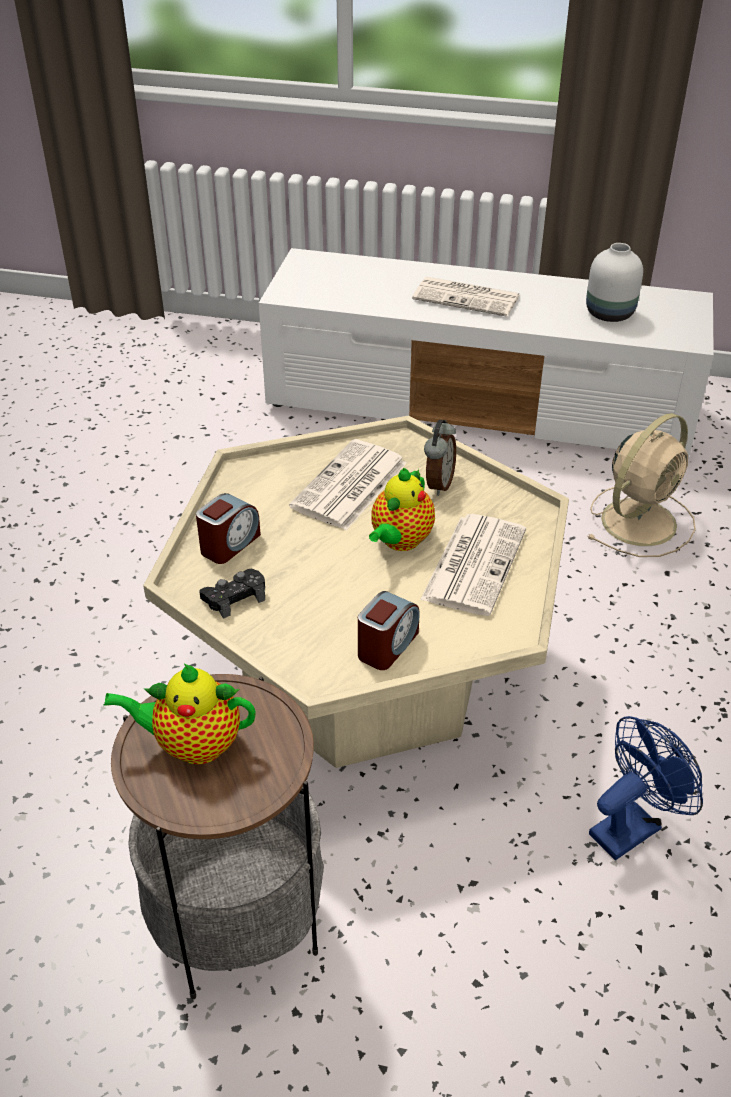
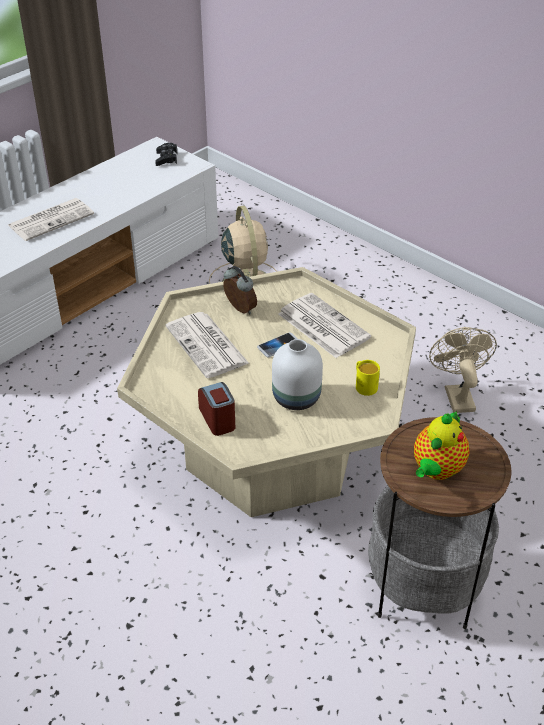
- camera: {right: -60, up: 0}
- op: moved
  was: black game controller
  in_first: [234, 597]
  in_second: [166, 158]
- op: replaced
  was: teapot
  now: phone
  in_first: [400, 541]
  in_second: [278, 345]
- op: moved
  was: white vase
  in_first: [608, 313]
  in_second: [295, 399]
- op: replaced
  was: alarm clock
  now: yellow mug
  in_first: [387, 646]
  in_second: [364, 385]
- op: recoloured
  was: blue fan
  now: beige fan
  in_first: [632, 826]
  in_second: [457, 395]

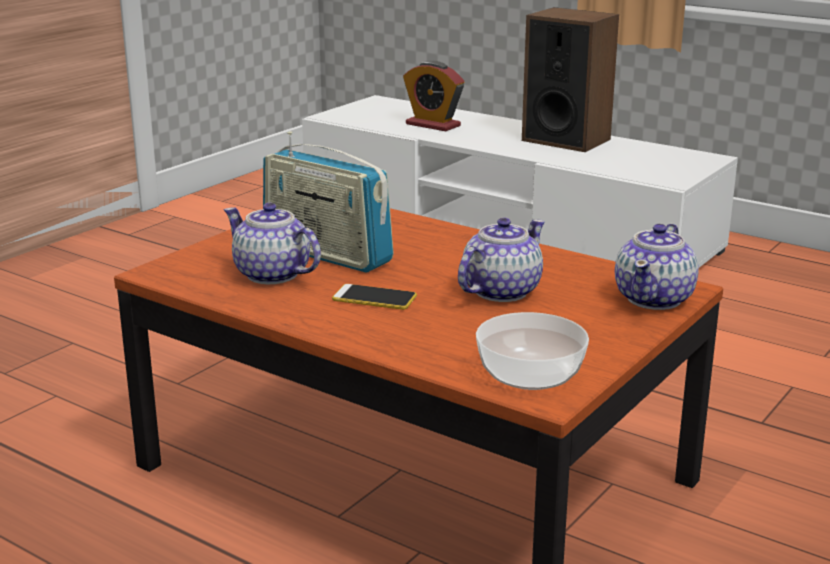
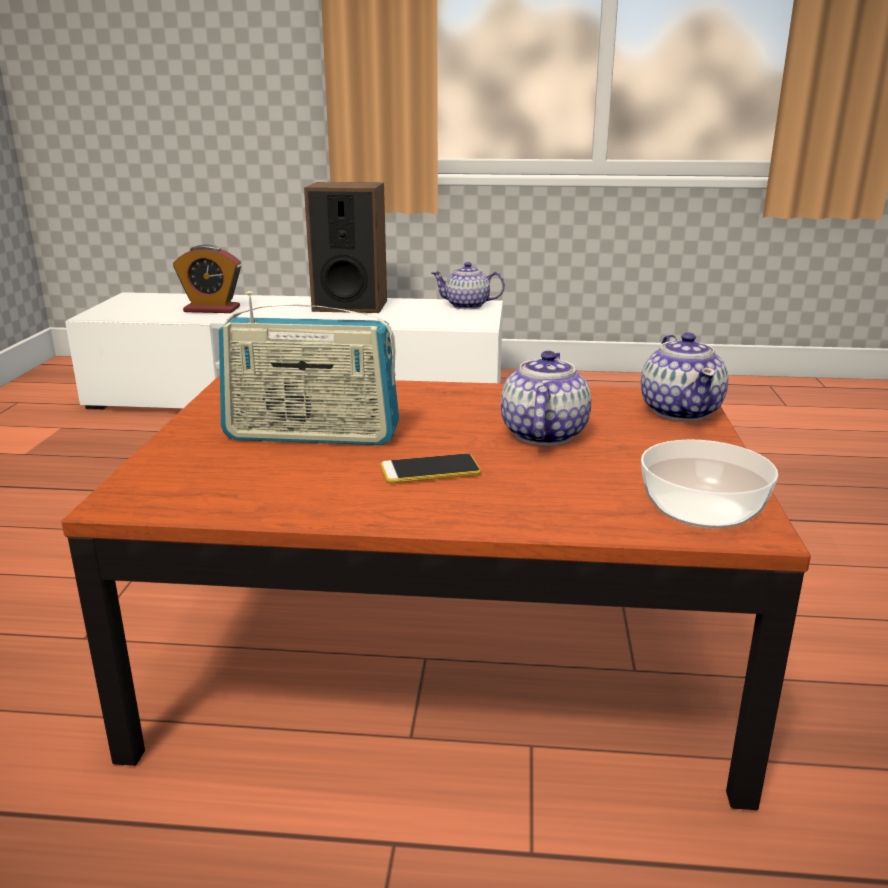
- camera: {right: -30, up: 0}
- op: moved
  was: teapot
  in_first: [272, 275]
  in_second: [467, 306]

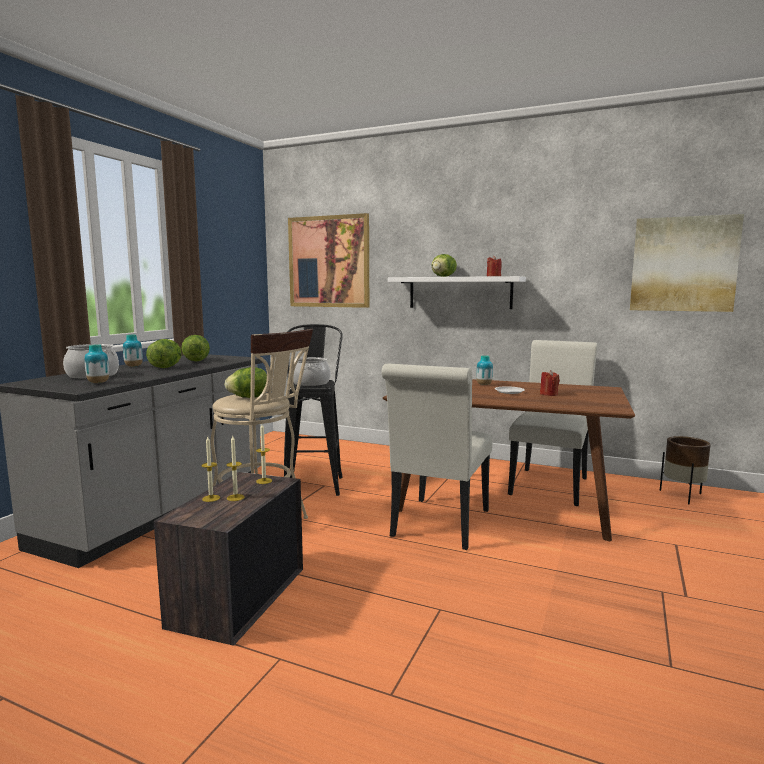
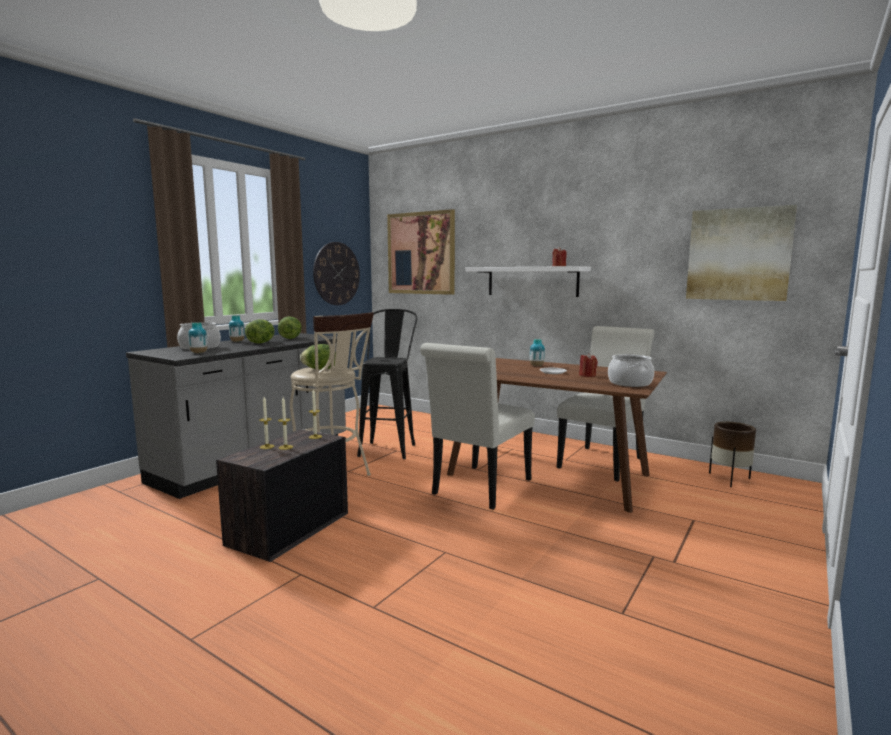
- camera: {right: 10, up: 0}
- op: added
  now: wall clock
  in_second: [336, 273]
- op: moved
  was: cooking pot
  in_first: [311, 383]
  in_second: [630, 383]
- op: removed
  was: lettuce
  in_first: [443, 276]

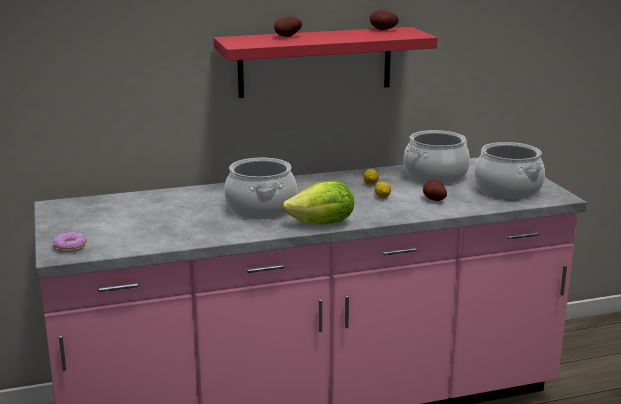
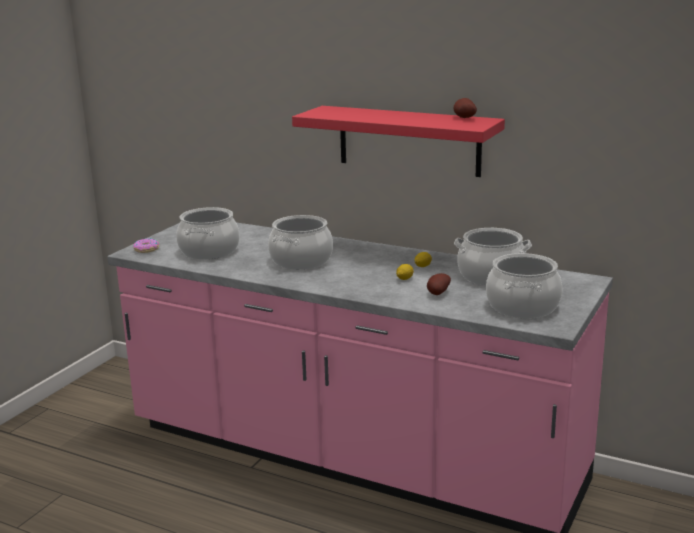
- camera: {right: 45, up: 0}
- op: added
  now: cooking pot
  in_second: [209, 251]
- op: removed
  was: potato
  in_first: [286, 37]
- op: removed
  was: lettuce
  in_first: [322, 224]

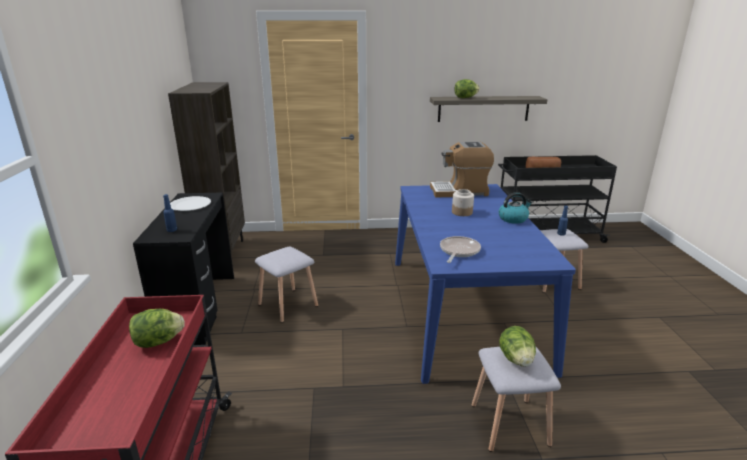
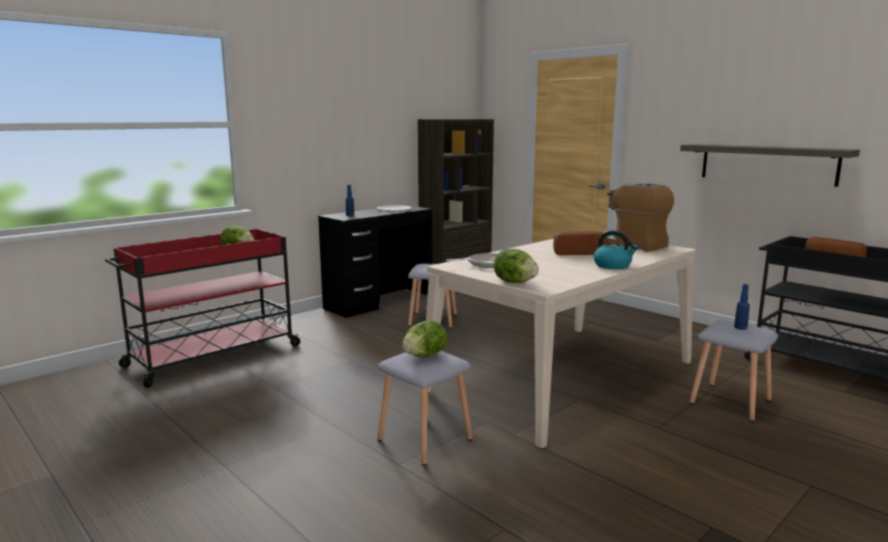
- camera: {right: 50, up: -10}
- op: recoloured
  was: blue dining table
  now: beige dining table
  in_first: [463, 309]
  in_second: [563, 376]
- op: moved
  was: lettuce
  in_first: [465, 98]
  in_second: [514, 282]
- op: replaced
  was: jar
  now: bread
  in_first: [462, 212]
  in_second: [577, 252]

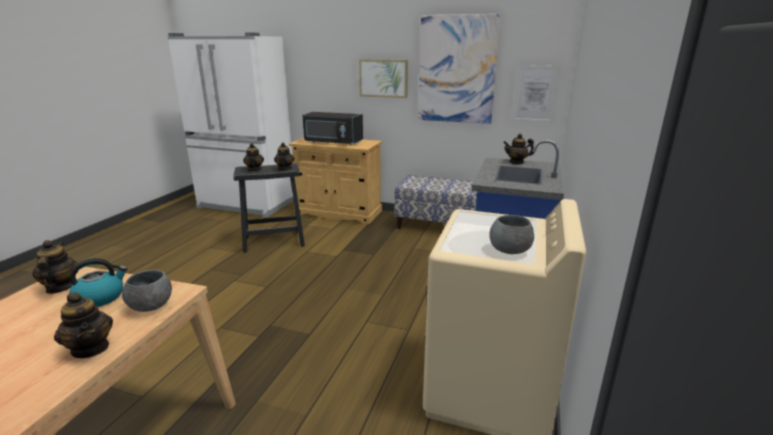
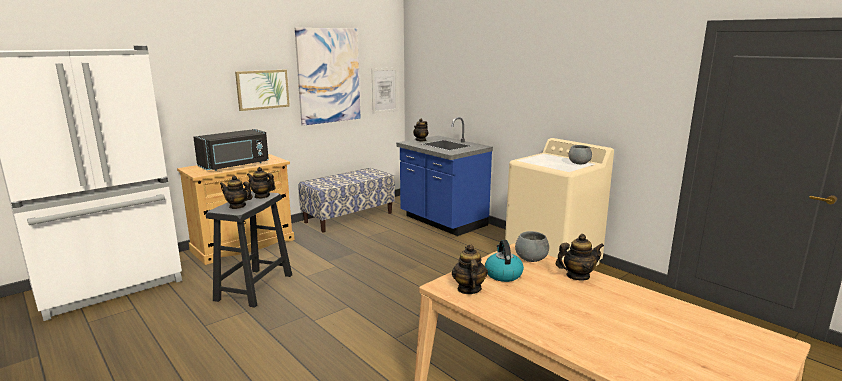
- camera: {right: -60, up: -5}
- op: turned
  was: teapot
  in_first: [60, 287]
  in_second: [468, 289]
  clockwise: 75

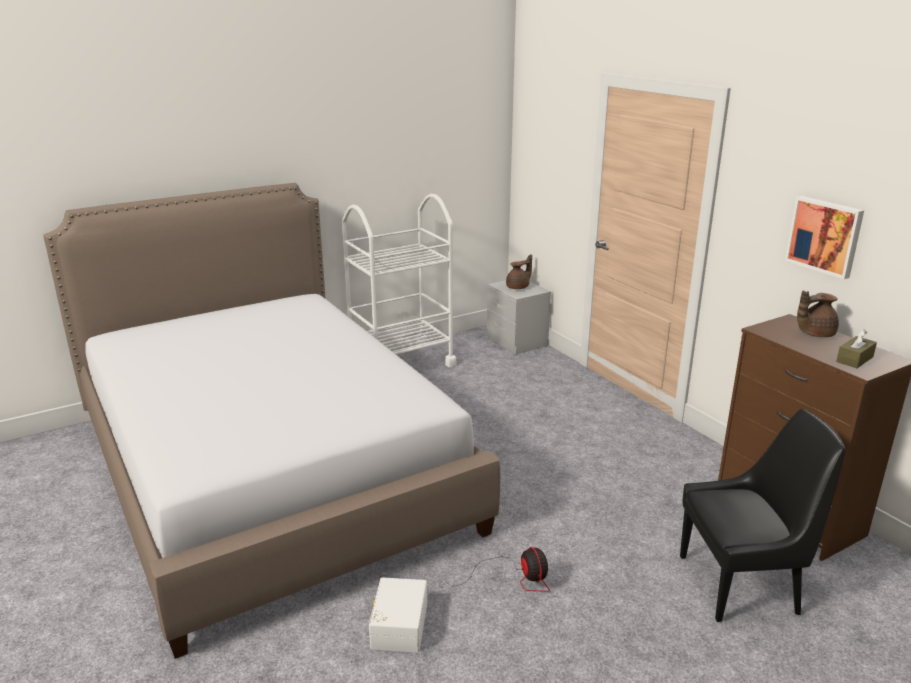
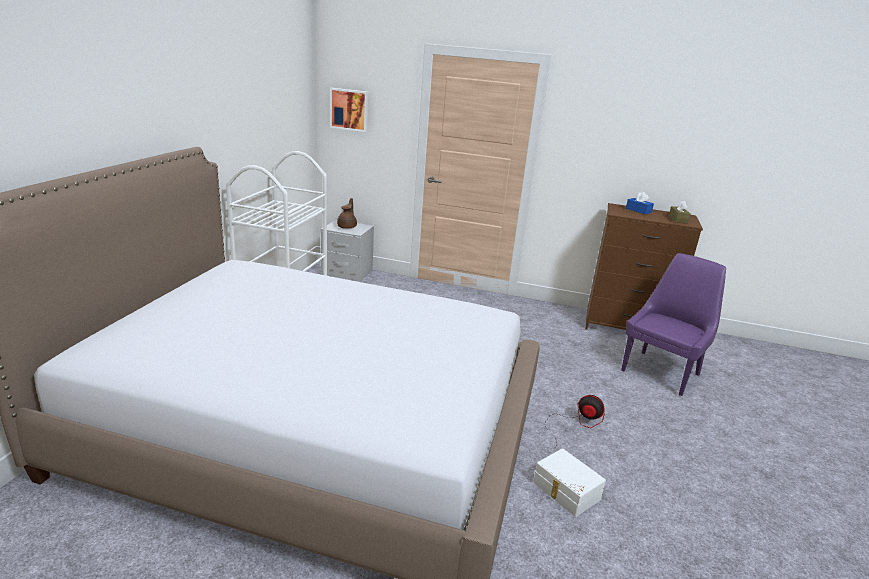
- camera: {right: -45, up: 0}
- op: moved
  was: picture
  in_first: [825, 236]
  in_second: [349, 109]
- op: recoloured
  was: black chair
  now: purple chair
  in_first: [742, 584]
  in_second: [661, 371]
- op: replaced
  was: brown teapot
  now: blue tissue box
  in_first: [814, 333]
  in_second: [638, 210]

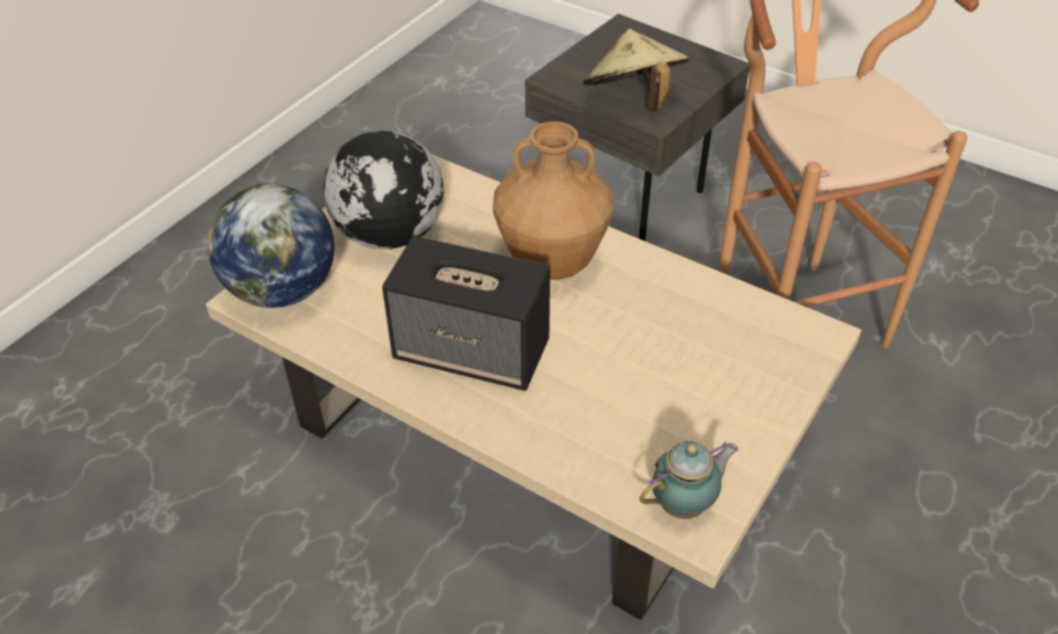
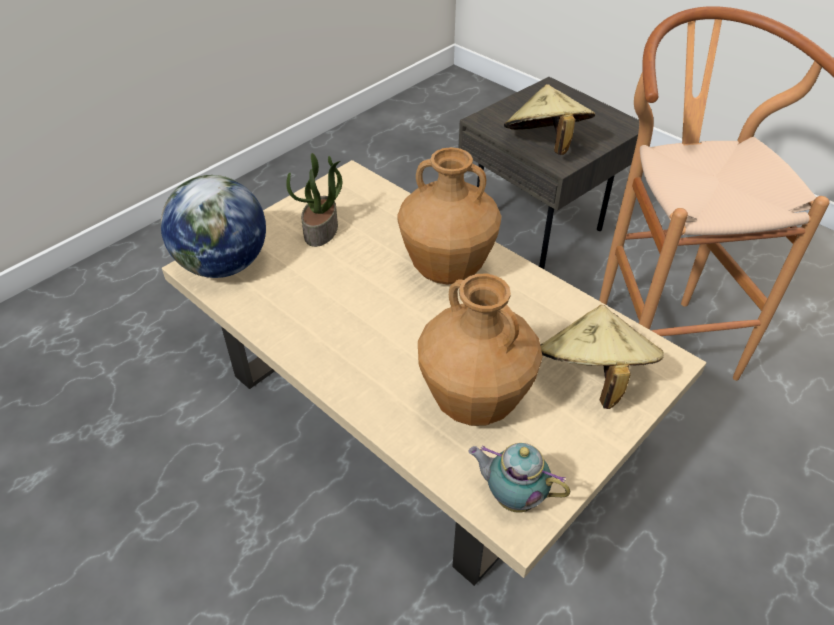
- camera: {right: 10, up: 0}
- op: replaced
  was: globe
  now: potted plant
  in_first: [390, 235]
  in_second: [321, 231]
- op: added
  now: brown vase
  in_second: [473, 402]
- op: turned
  was: teapot
  in_first: [685, 504]
  in_second: [512, 496]
  clockwise: -135
- op: added
  now: beige hat
  in_second: [592, 377]
- op: removed
  was: speaker
  in_first: [473, 351]

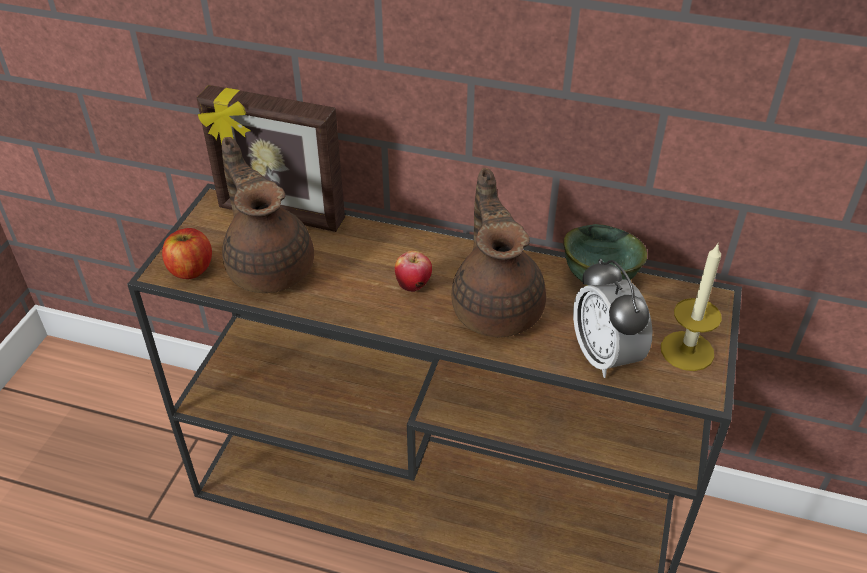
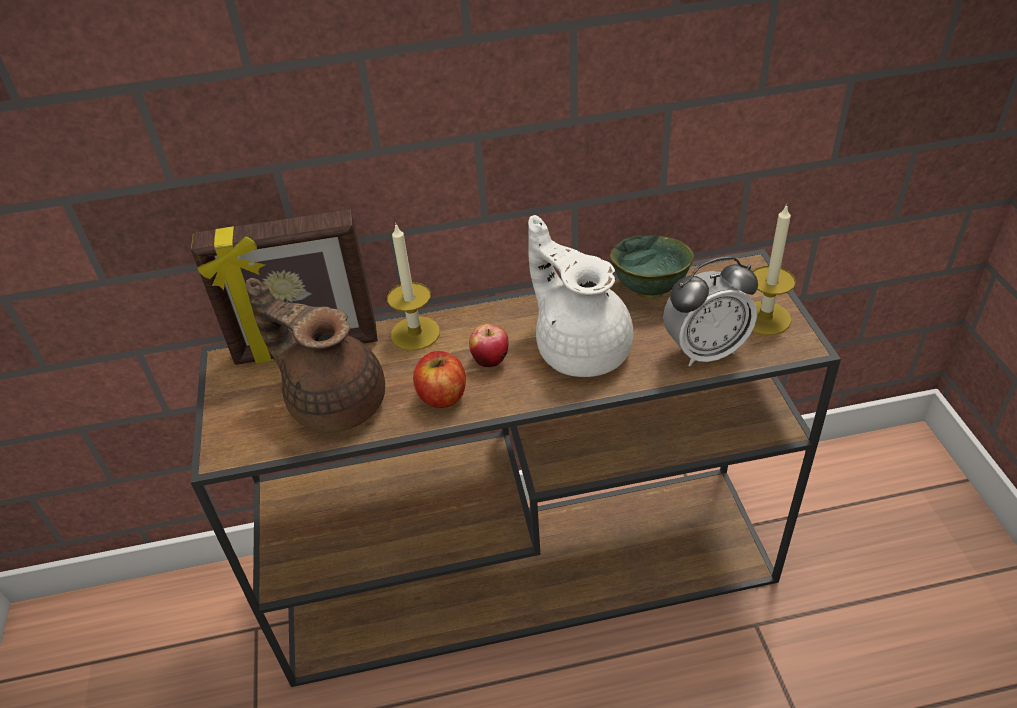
- camera: {right: -25, up: 0}
- op: added
  now: candle
  in_second: [415, 333]
- op: moved
  was: apple
  in_first: [191, 269]
  in_second: [442, 396]
- op: recoloured
  was: brown teapot
  now: white teapot
  in_first: [497, 307]
  in_second: [580, 348]
- op: turned
  was: alarm clock
  in_first: [605, 356]
  in_second: [705, 351]
  clockwise: -60

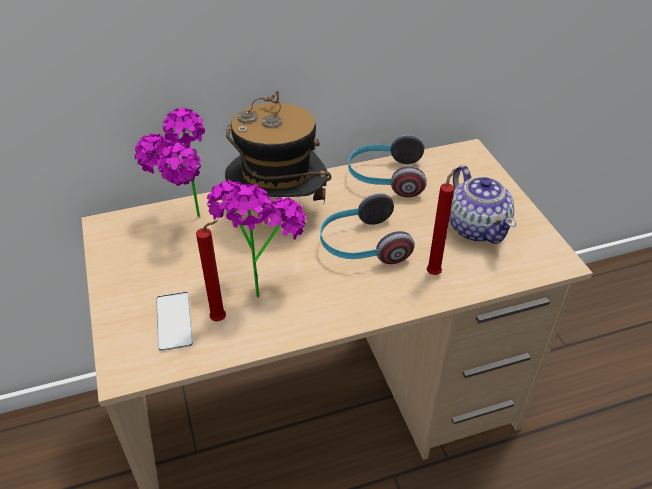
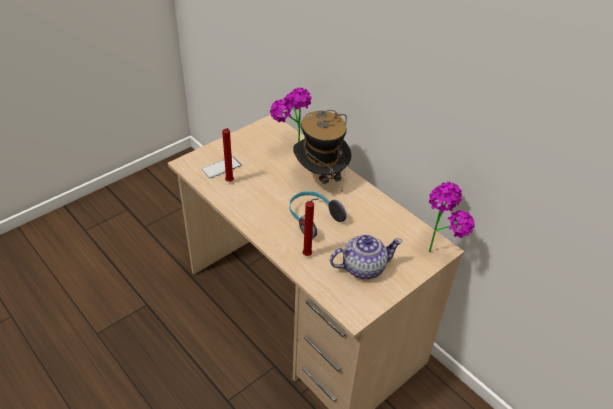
- camera: {right: 65, up: 0}
- op: turned
  was: teapot
  in_first: [477, 227]
  in_second: [362, 267]
  clockwise: -150
- op: moved
  was: potted plant
  in_first: [259, 283]
  in_second: [438, 249]
- op: removed
  was: headphones
  in_first: [385, 178]

